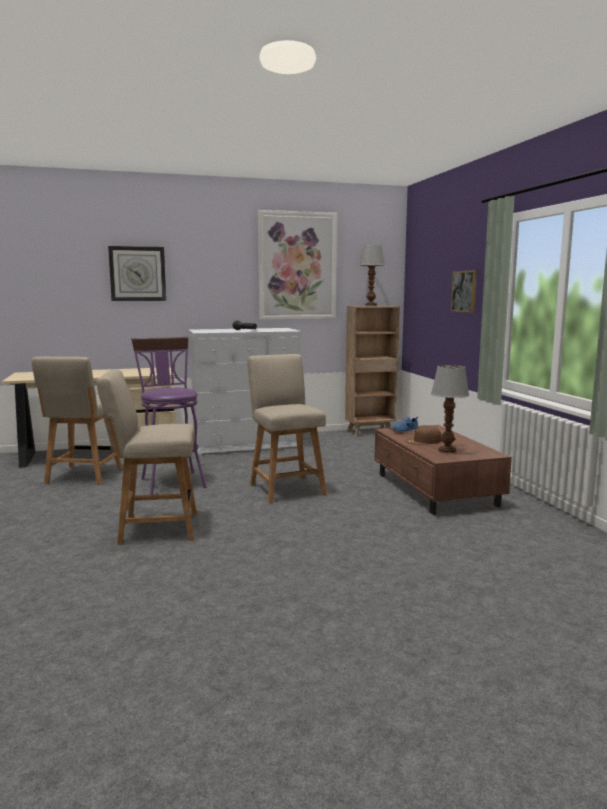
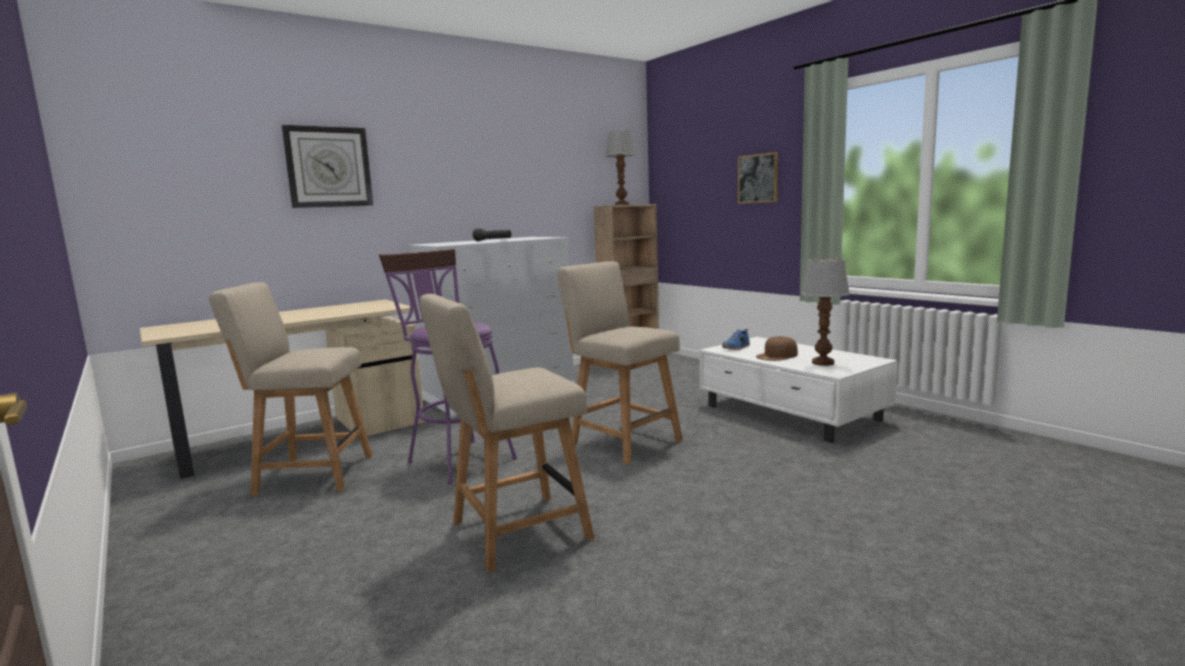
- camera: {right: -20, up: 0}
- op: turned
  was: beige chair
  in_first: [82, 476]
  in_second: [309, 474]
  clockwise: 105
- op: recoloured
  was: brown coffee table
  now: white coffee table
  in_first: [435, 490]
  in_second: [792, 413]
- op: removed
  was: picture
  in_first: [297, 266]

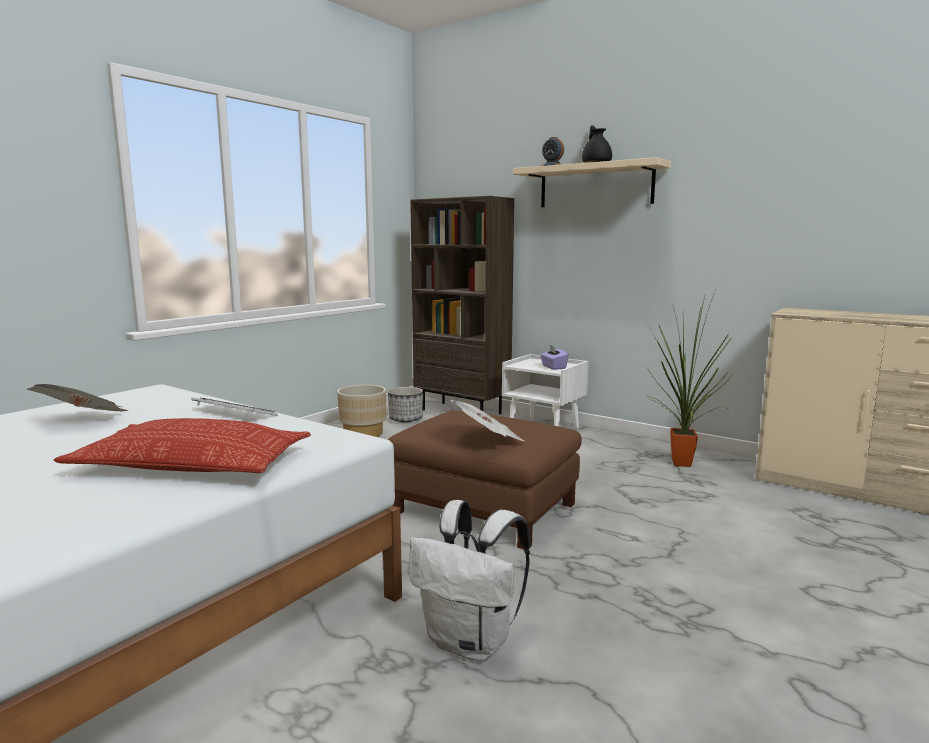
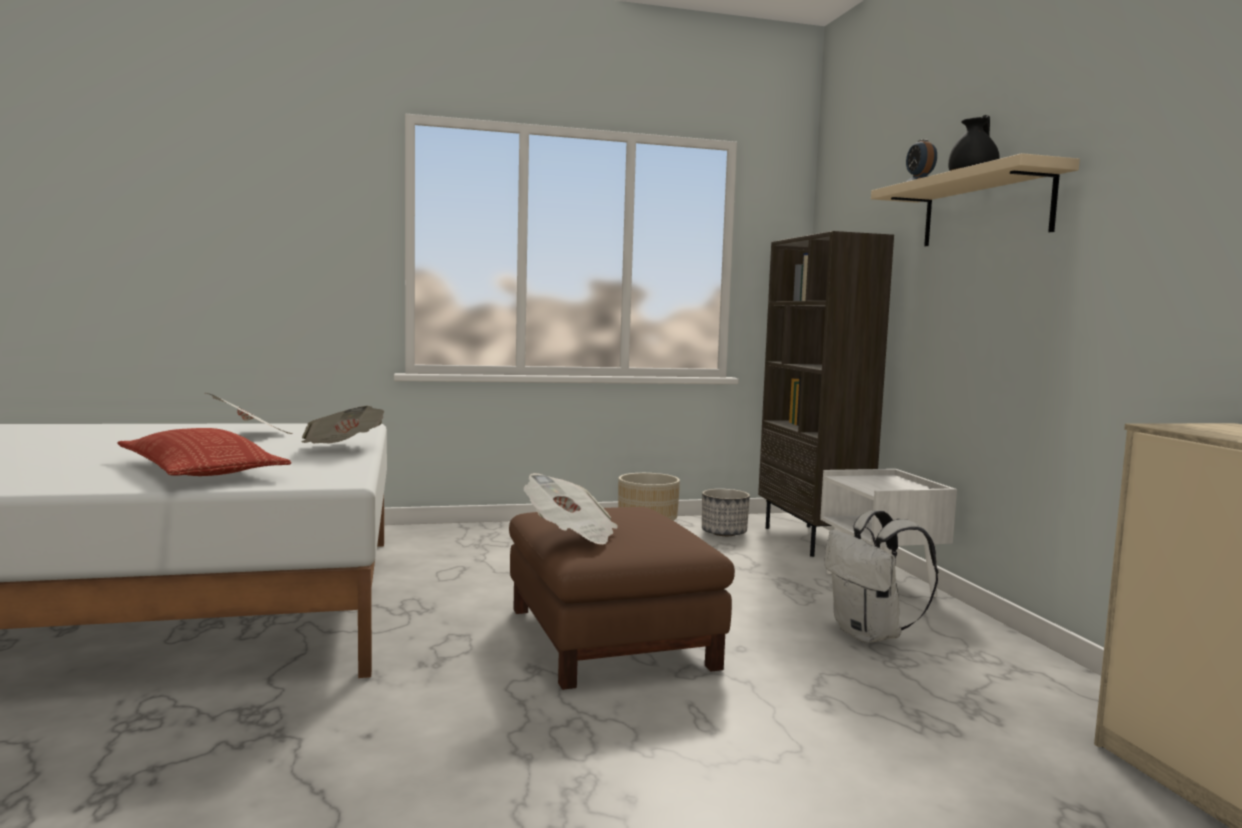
- camera: {right: 40, up: -5}
- op: replaced
  was: keyboard
  now: newspaper
  in_first: [233, 413]
  in_second: [343, 448]
- op: moved
  was: white backpack
  in_first: [471, 642]
  in_second: [870, 635]
- op: removed
  was: purple tissue box
  in_first: [553, 367]
- op: removed
  was: potted plant
  in_first: [681, 465]

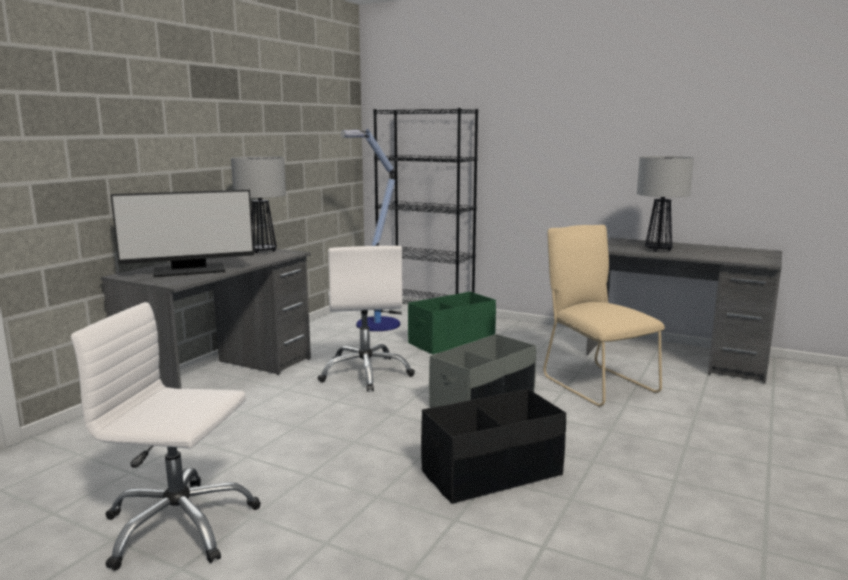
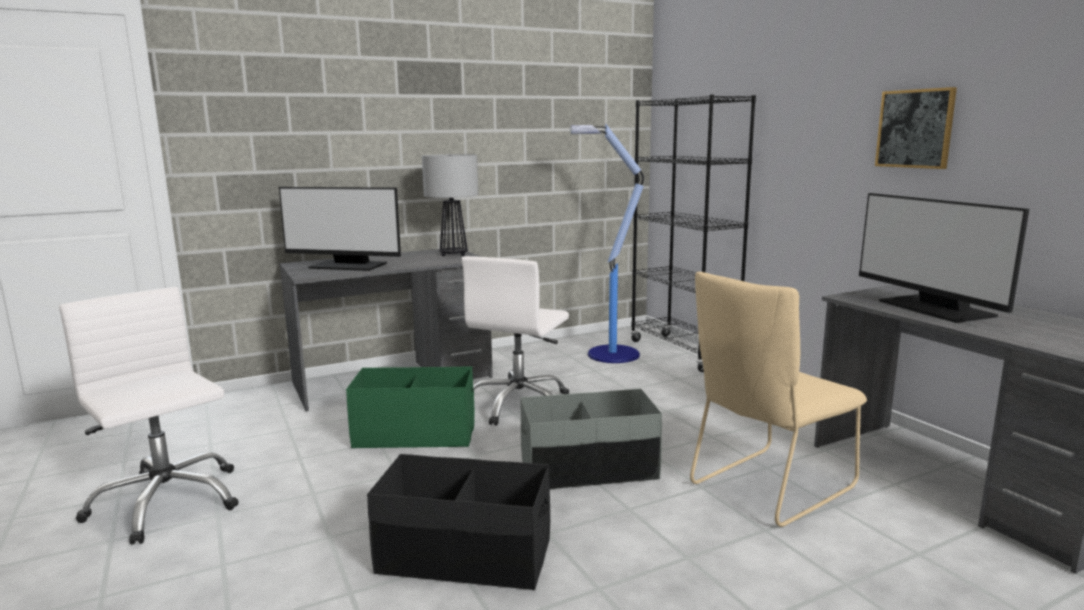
- camera: {right: 35, up: 0}
- op: moved
  was: green storage box
  in_first: [451, 341]
  in_second: [415, 434]
- op: turned
  was: beige chair
  in_first: [595, 383]
  in_second: [767, 488]
  clockwise: -135
- op: replaced
  was: table lamp
  now: monitor
  in_first: [658, 250]
  in_second: [934, 309]
- op: added
  now: picture
  in_second: [915, 128]

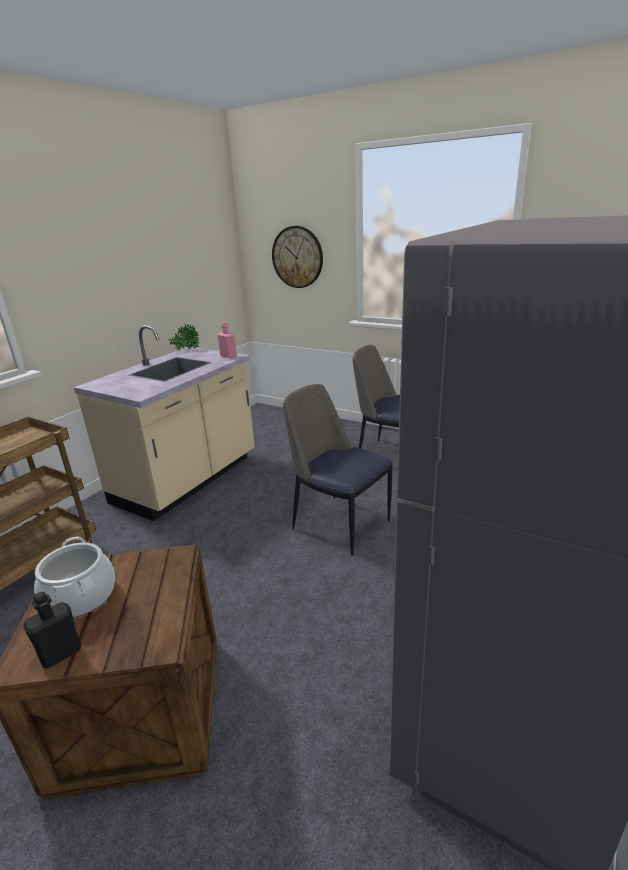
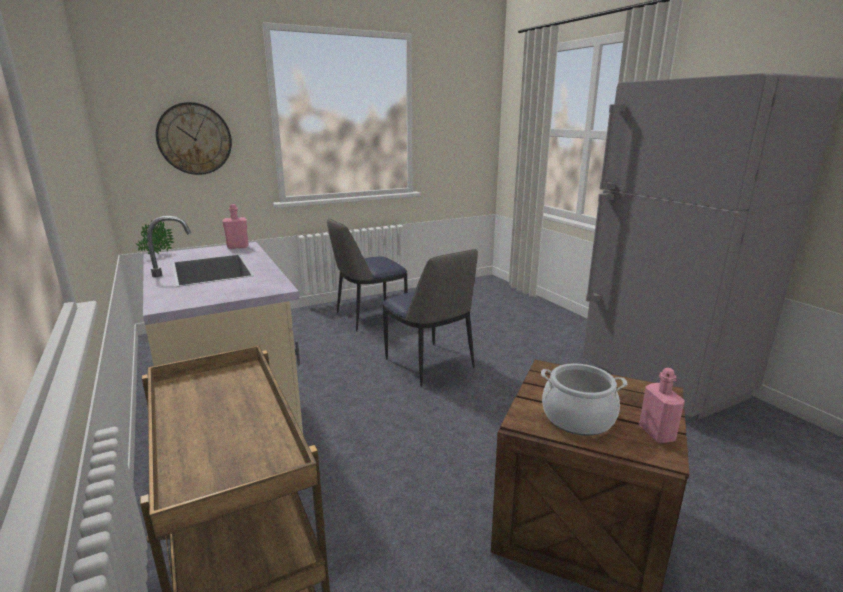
- camera: {right: -60, up: -5}
- op: turned
  was: chair
  in_first: [339, 523]
  in_second: [430, 365]
  clockwise: -105
- op: recoloured
  was: black bottle
  now: pink bottle
  in_first: [61, 654]
  in_second: [656, 433]

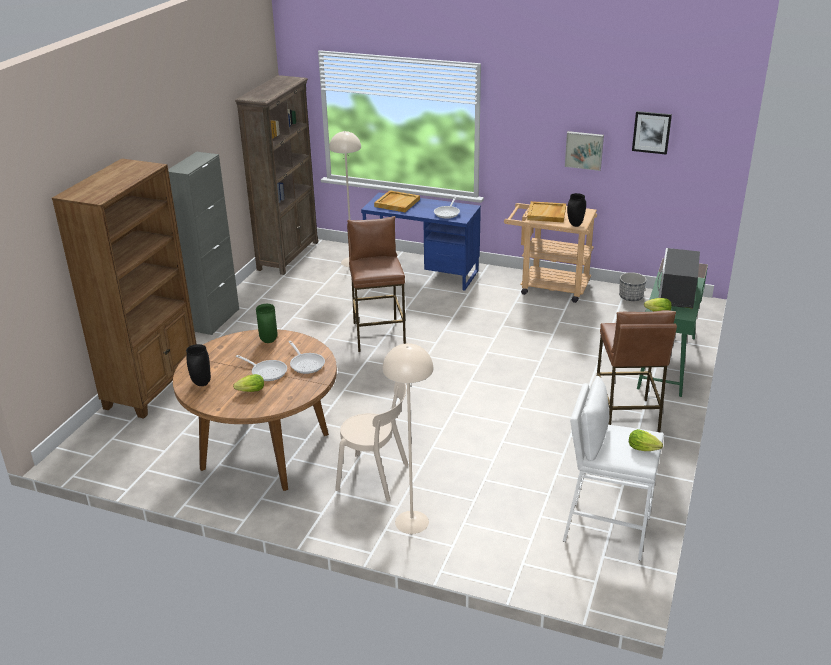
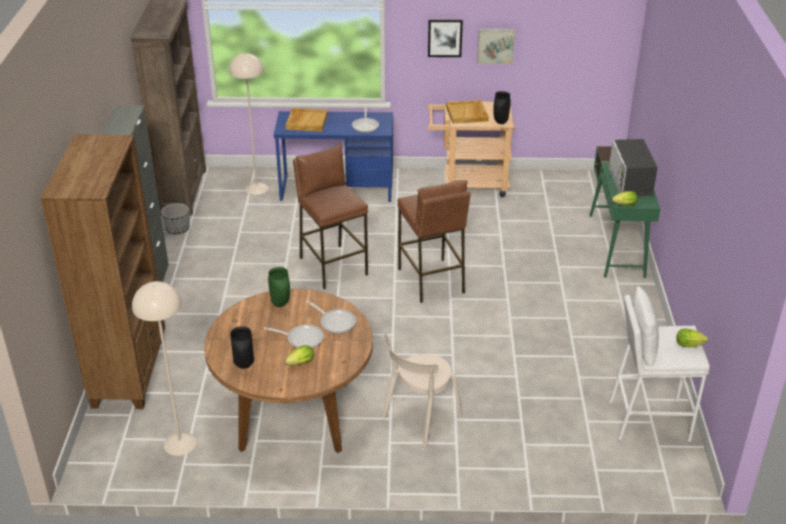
- camera: {right: -20, up: 5}
- op: moved
  was: beige floor lamp
  in_first: [411, 522]
  in_second: [179, 443]
- op: moved
  was: planter
  in_first: [631, 297]
  in_second: [177, 229]
- op: turned
  was: beige chair
  in_first: [376, 478]
  in_second: [419, 419]
  clockwise: 135
- op: moved
  was: brown stool
  in_first: [626, 419]
  in_second: [431, 281]
- op: moved
  was: picture
  in_first: [651, 132]
  in_second: [445, 37]

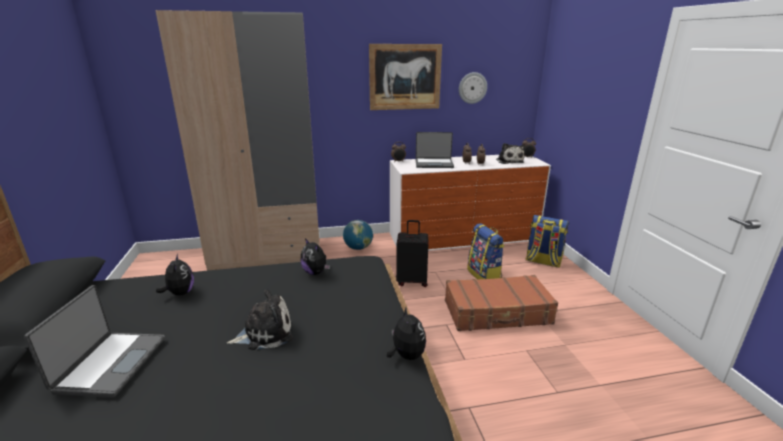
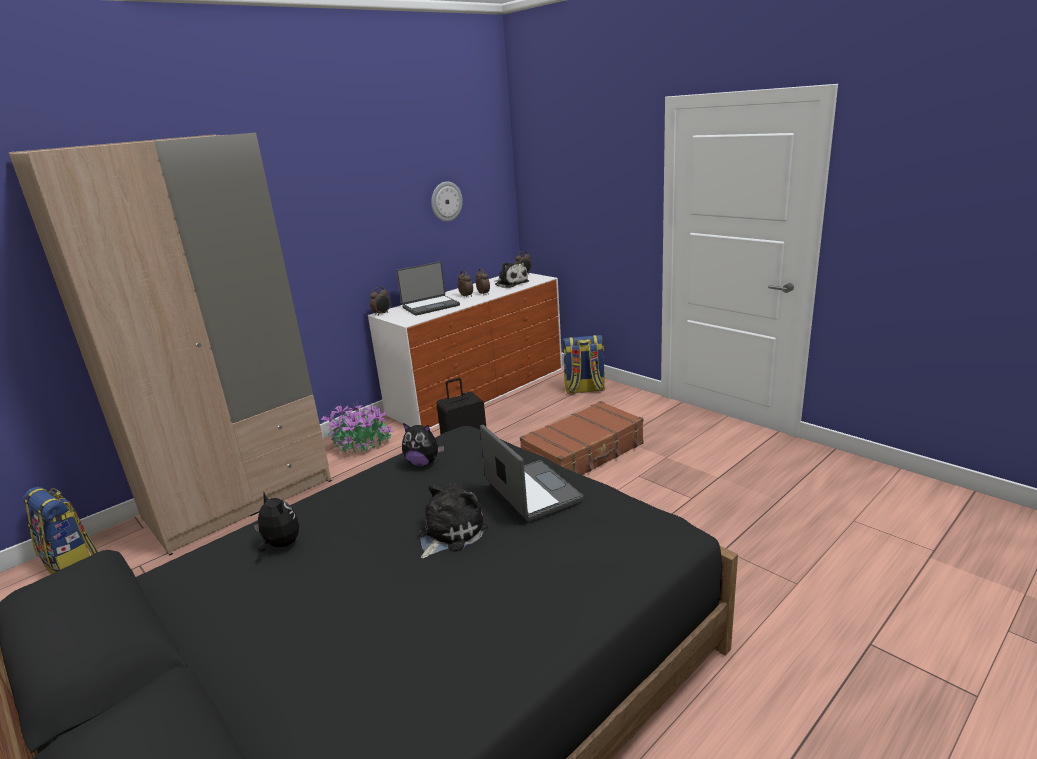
- camera: {right: -30, up: 0}
- op: moved
  was: backpack
  in_first: [484, 275]
  in_second: [72, 564]
- op: replaced
  was: globe
  now: potted plant
  in_first: [358, 248]
  in_second: [361, 445]
- op: moved
  was: laptop
  in_first: [110, 364]
  in_second: [531, 492]
- op: removed
  was: picture
  in_first: [405, 77]
- op: removed
  was: plush toy
  in_first: [406, 355]

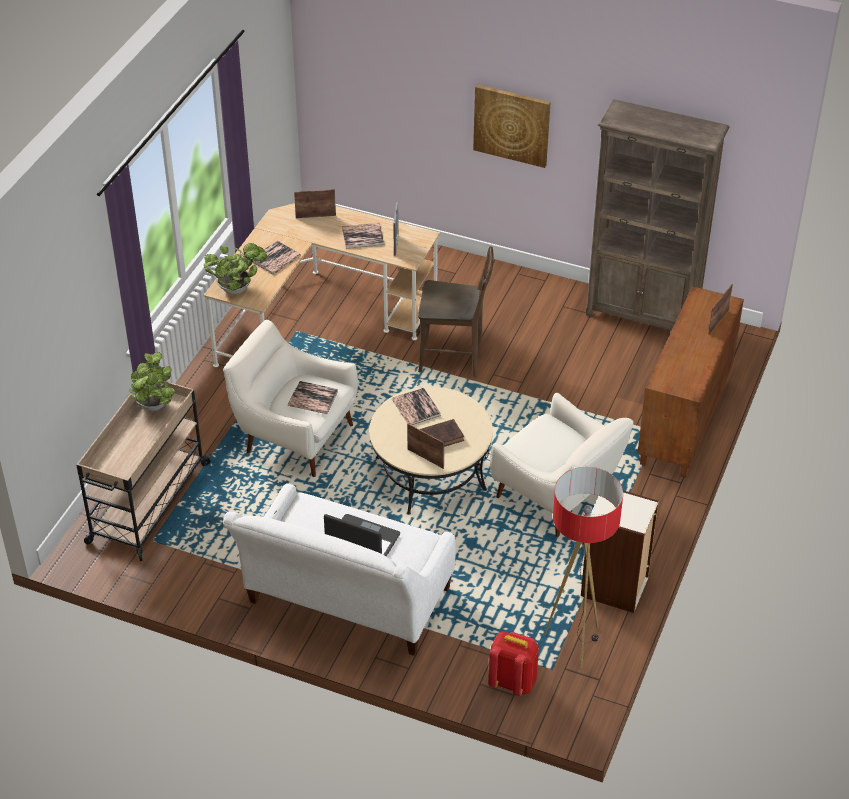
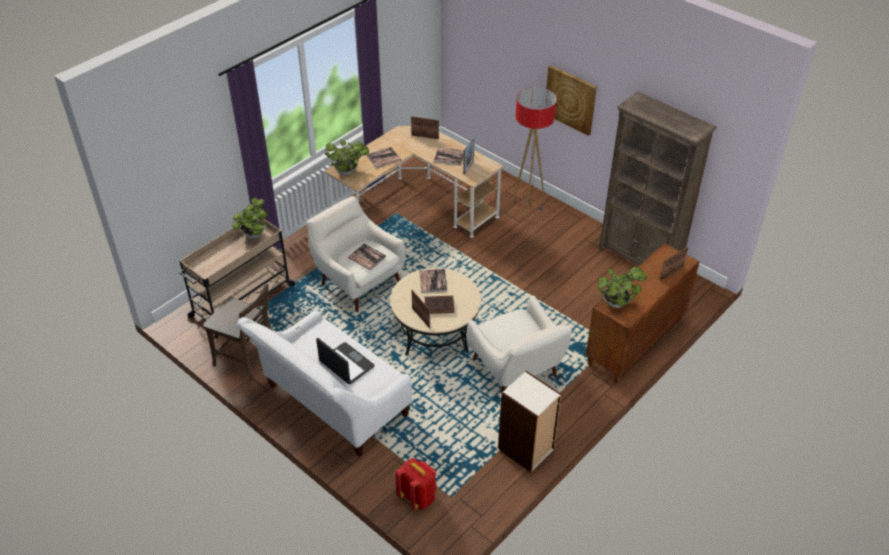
- camera: {right: 20, up: 0}
- op: moved
  was: brown chair
  in_first: [455, 357]
  in_second: [247, 361]
- op: moved
  was: floor lamp
  in_first: [575, 643]
  in_second: [528, 207]
- op: added
  now: potted plant
  in_second: [617, 302]

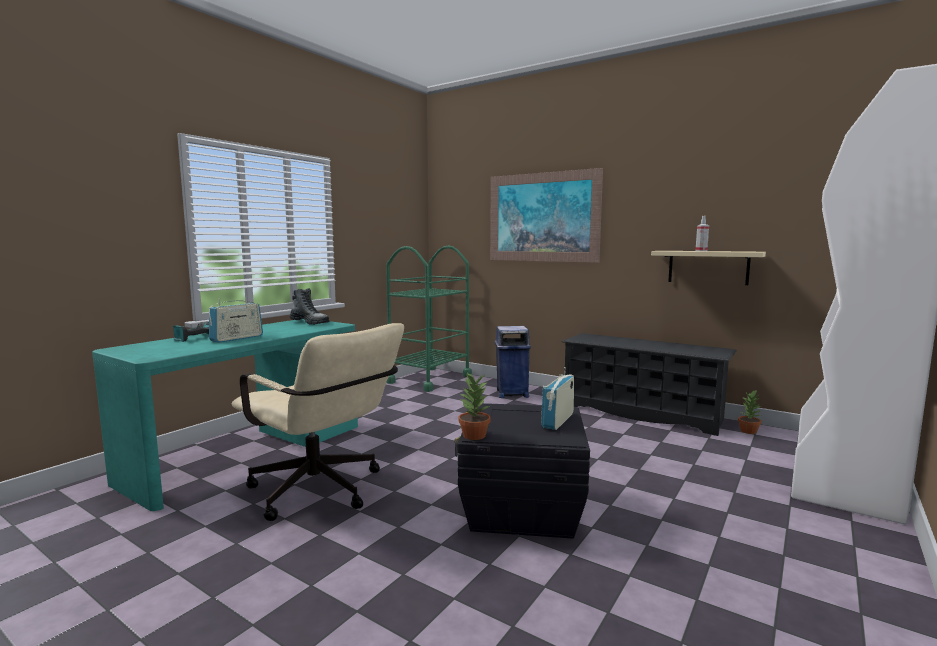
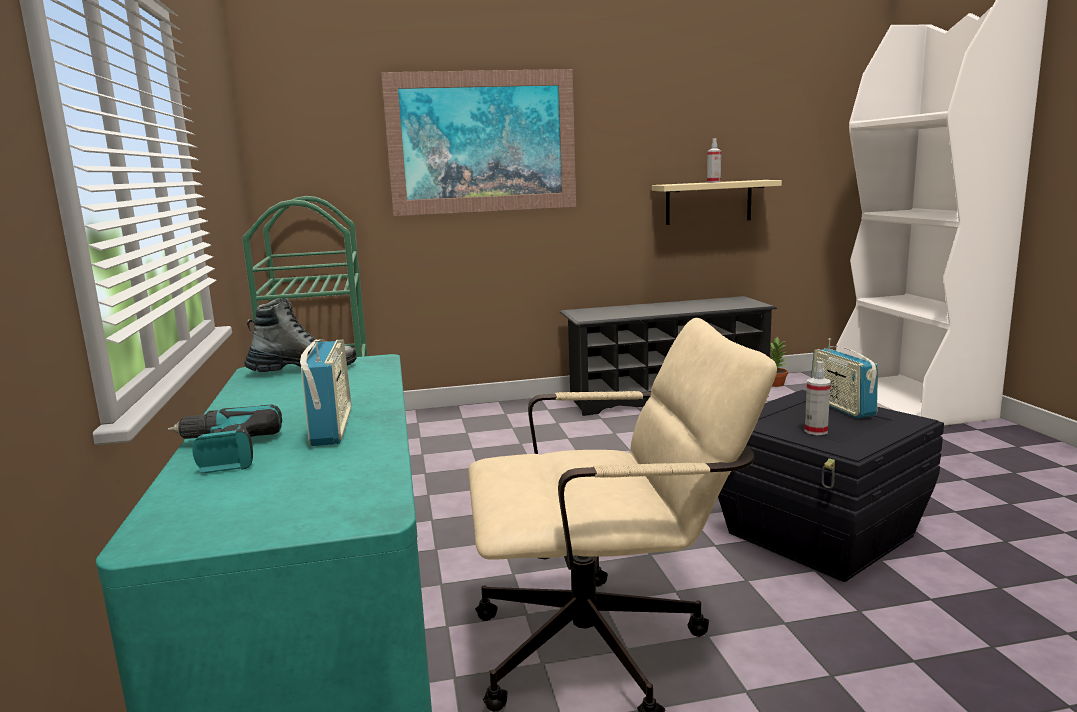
- camera: {right: -45, up: 5}
- op: added
  now: spray bottle
  in_second: [816, 431]
- op: removed
  was: potted plant
  in_first: [473, 435]
- op: removed
  was: blue trash can
  in_first: [511, 393]

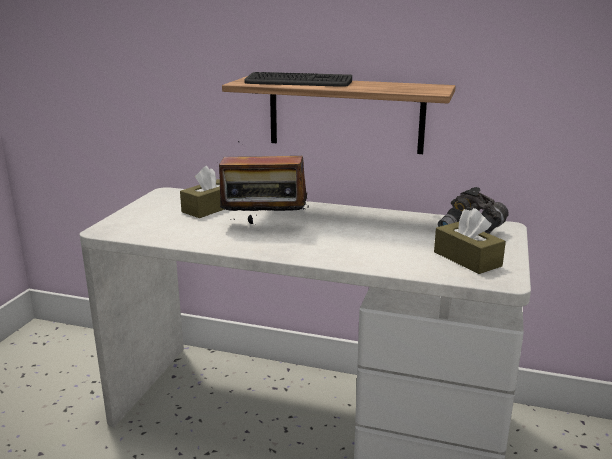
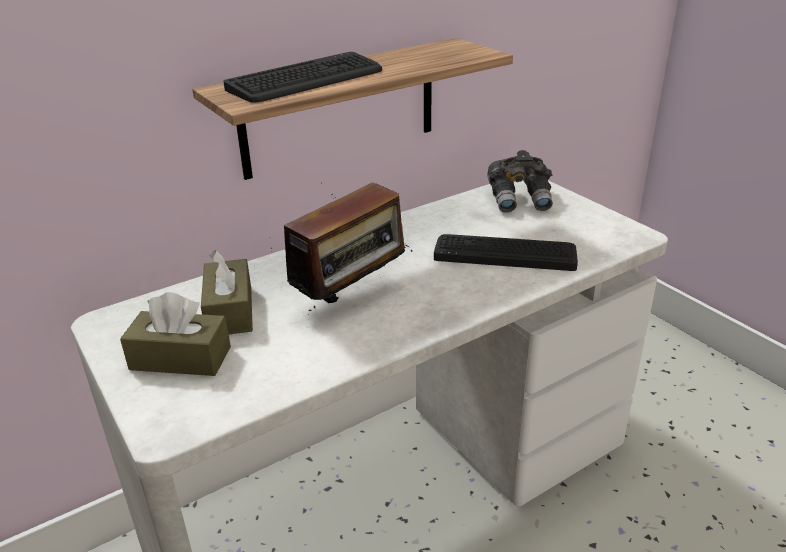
- camera: {right: -50, up: 10}
- op: moved
  was: brown tissue box
  in_first: [467, 259]
  in_second: [180, 358]
- op: added
  now: keyboard
  in_second: [505, 253]

